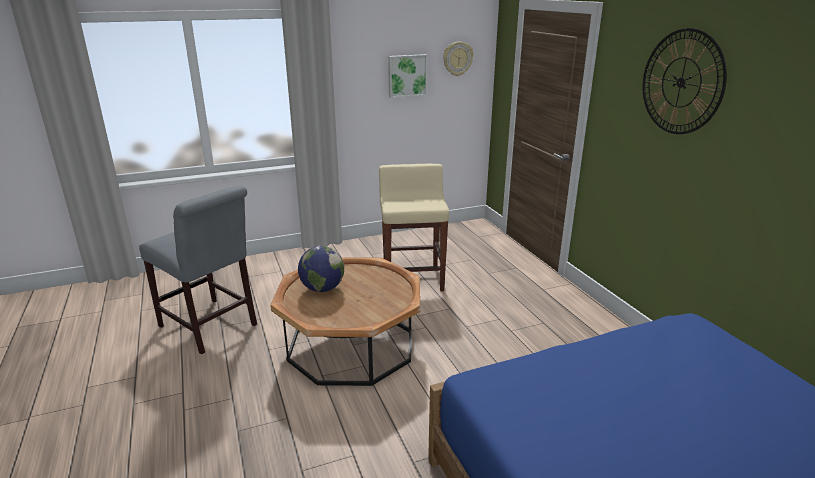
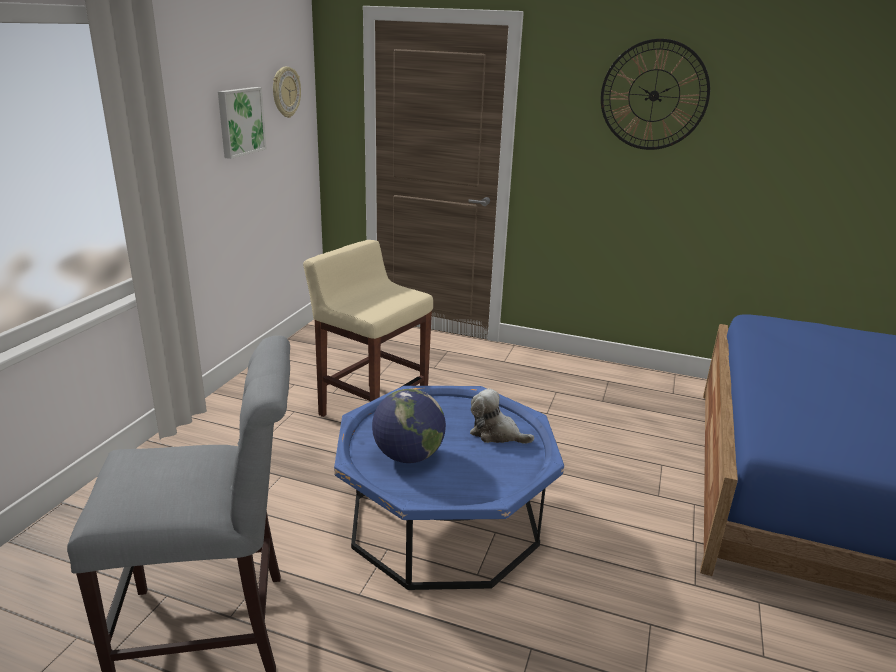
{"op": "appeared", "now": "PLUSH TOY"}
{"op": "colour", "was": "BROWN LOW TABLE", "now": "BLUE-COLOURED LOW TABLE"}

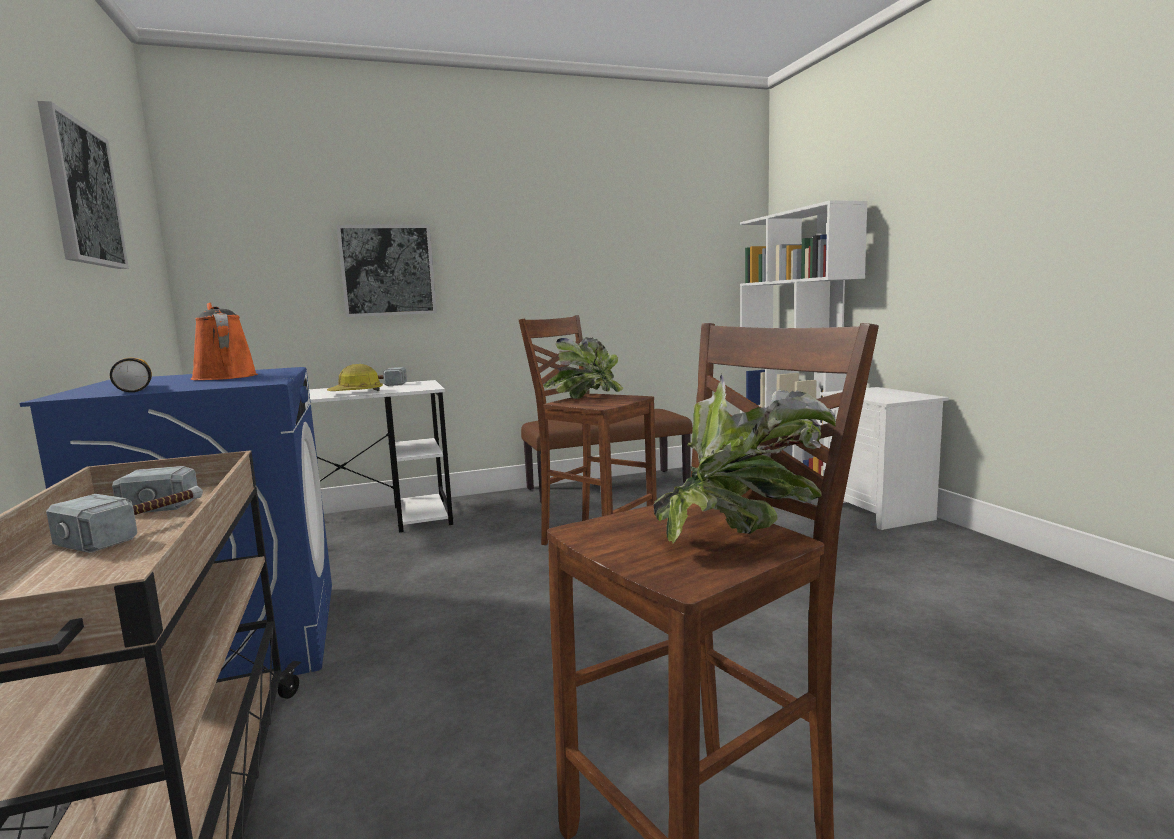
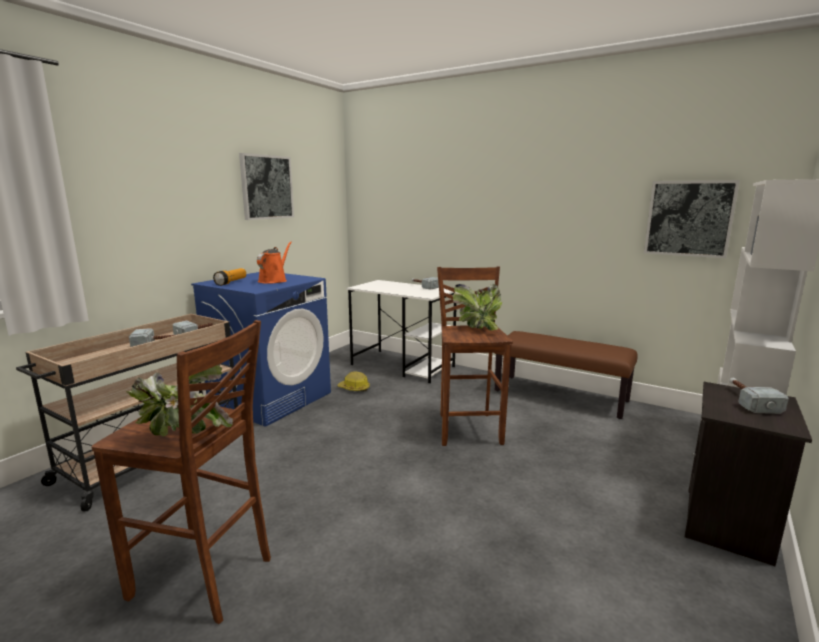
{"op": "appeared", "now": "HAMMER (no. 4 from left)"}
{"op": "relocated", "was": "WORK HELMET"}
{"op": "relocated", "was": "PICTURE (no. 2 from left)"}
{"op": "colour", "was": "WHITISH NIGHT TABLE", "now": "BLACK NIGHT TABLE"}

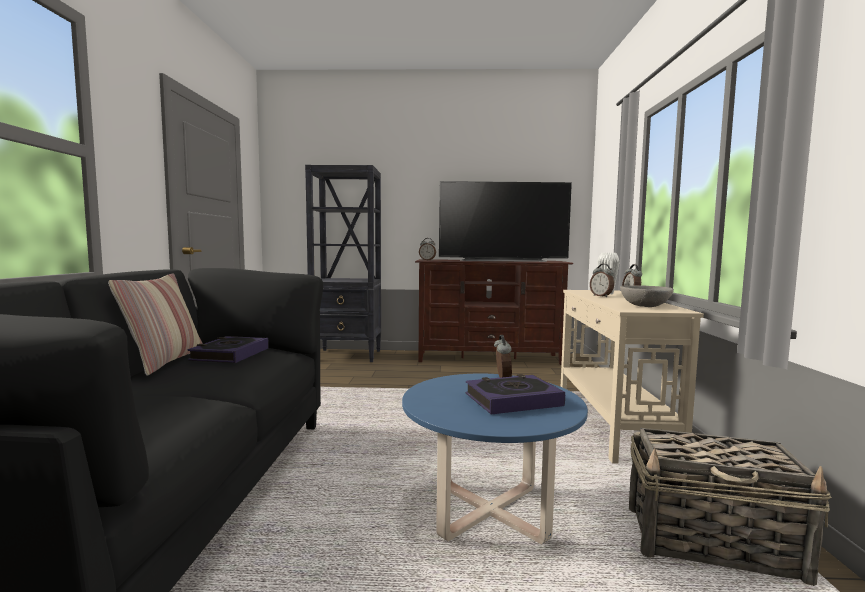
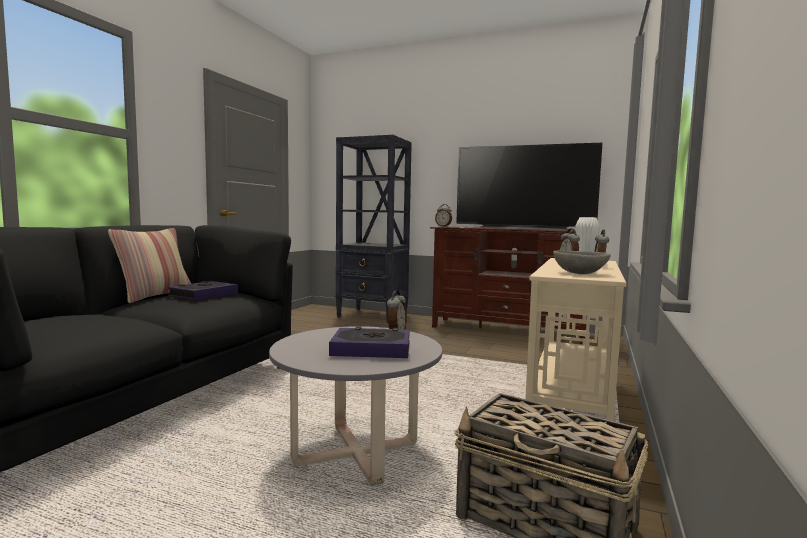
{"op": "colour", "was": "BLUE-COLOURED LOW TABLE", "now": "GREYISH LOW TABLE"}

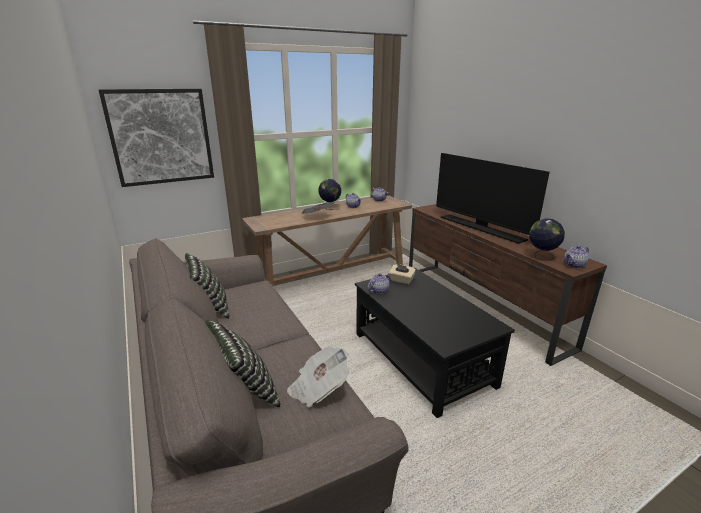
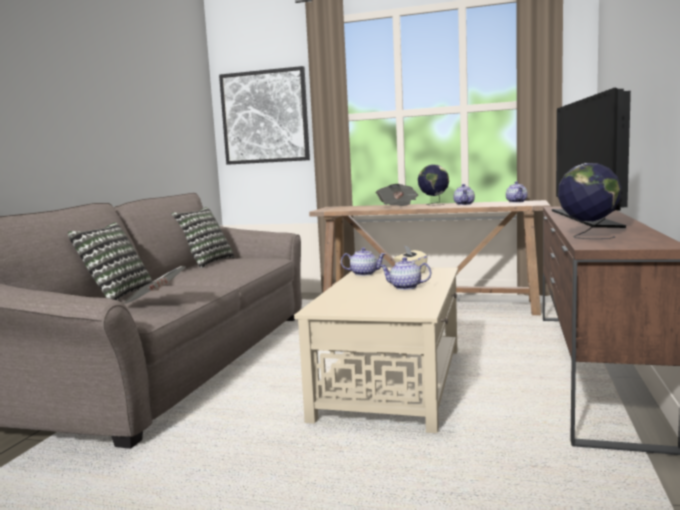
{"op": "relocated", "was": "TEA POT (no. 4 from left in the first image)", "now": "TEA POT (no. 2 from left)"}
{"op": "colour", "was": "BLACK LOW TABLE", "now": "BEIGE LOW TABLE"}

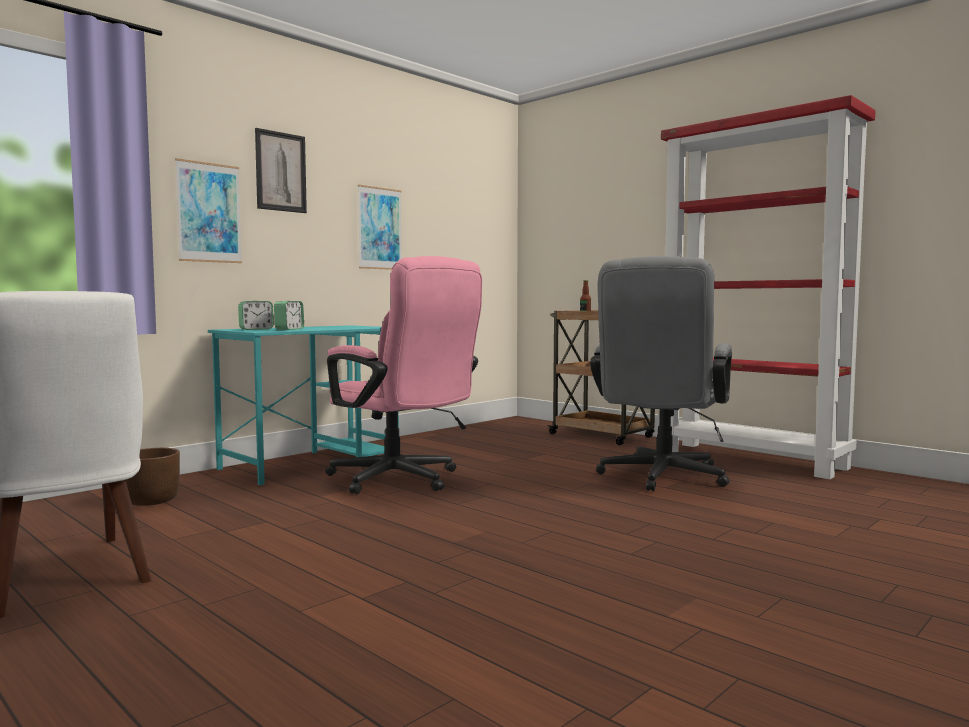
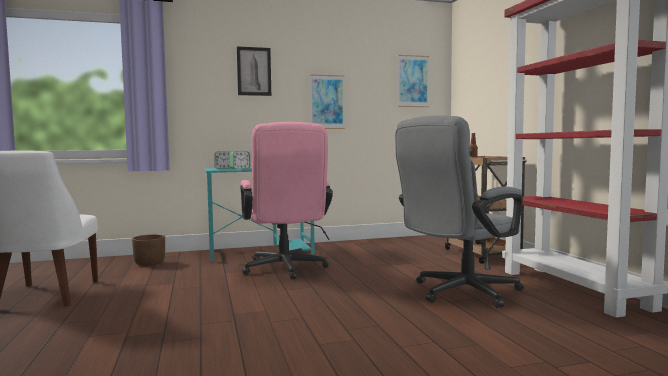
{"op": "relocated", "was": "PICTURE (no. 1 from left in the first image)", "now": "PICTURE (no. 3 from left)"}

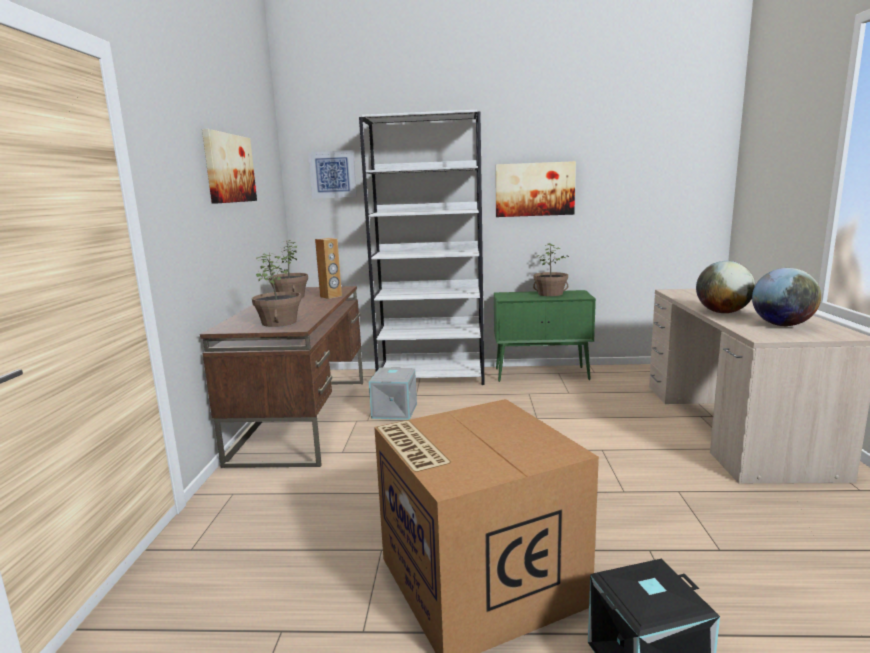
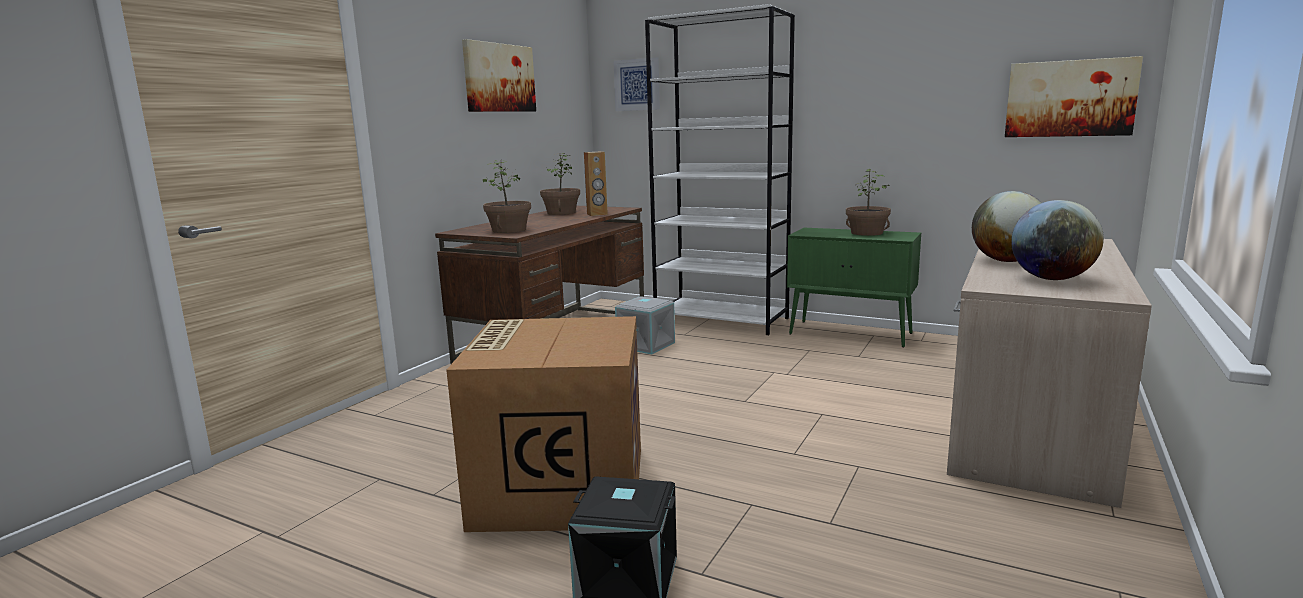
{"op": "relocated", "was": "PICTURE (no. 3 from left)"}

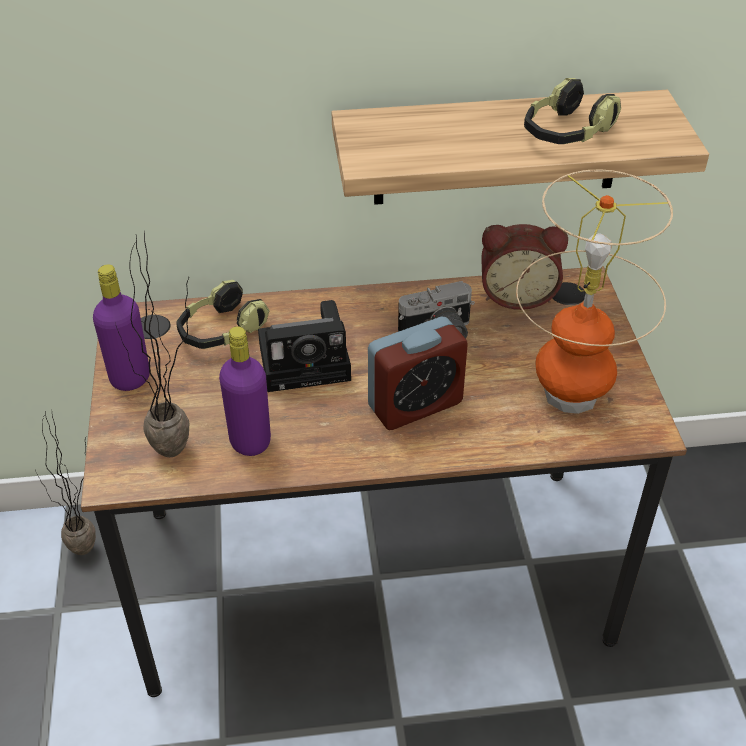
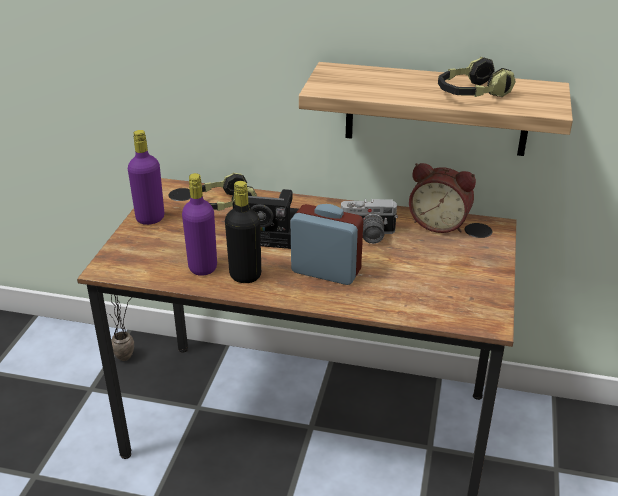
{"op": "missing", "was": "POTTED PLANT (no. 2 from left)"}
{"op": "missing", "was": "LAMP FOR A TABLE"}
{"op": "appeared", "now": "BLACK BEVERAGE BOTTLE"}
{"op": "spun", "was": "BEDSIDE CLOCK (no. 1 from left)", "clockwise": -150}

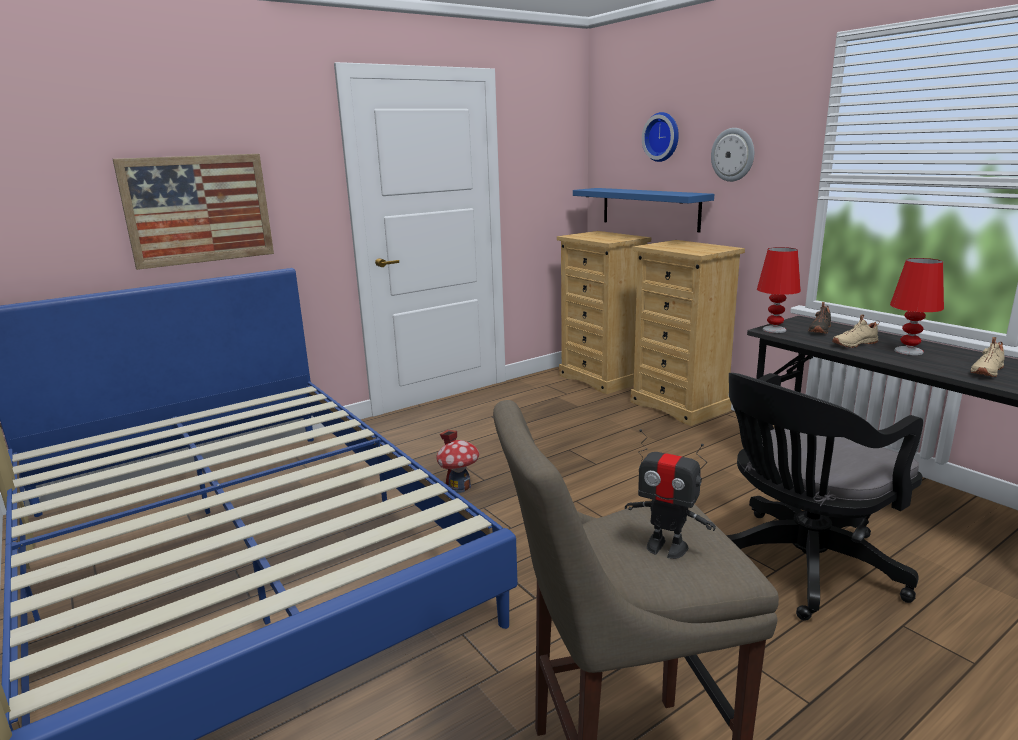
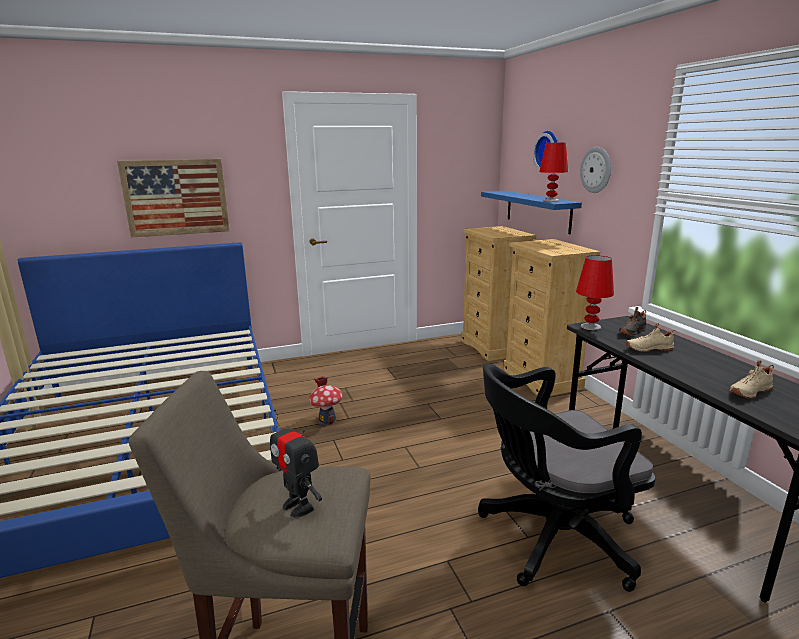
{"op": "relocated", "was": "RED-COLOURED LAMP FOR A TABLE (no. 2 from left in the first image)", "now": "RED-COLOURED LAMP FOR A TABLE (no. 1 from left)"}

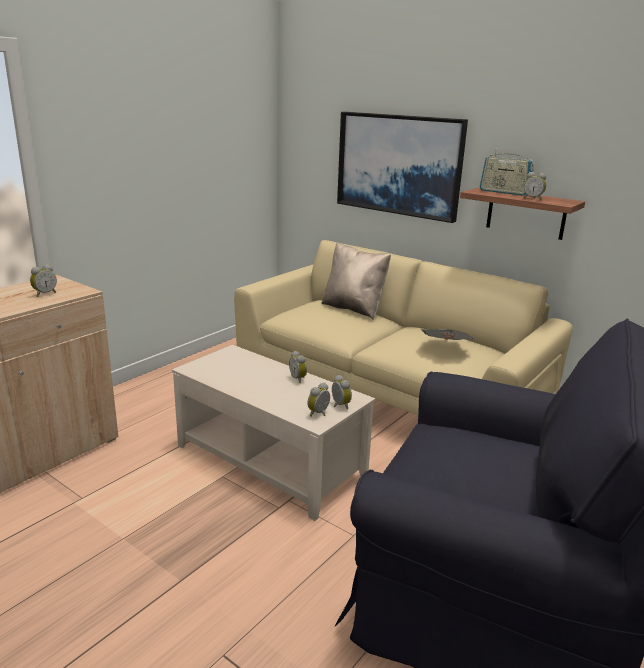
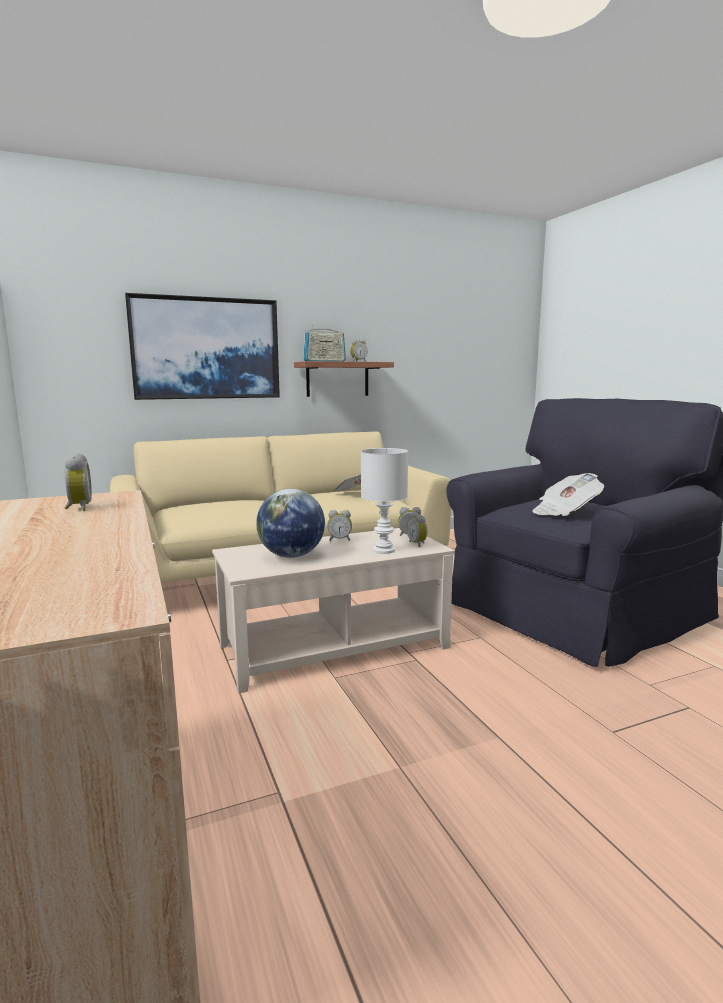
{"op": "missing", "was": "BEIGE PILLOW"}
{"op": "appeared", "now": "WORLD GLOBE"}
{"op": "appeared", "now": "WHITISH LAMP FOR A TABLE"}
{"op": "appeared", "now": "NEWSPAPER (no. 2 from left)"}

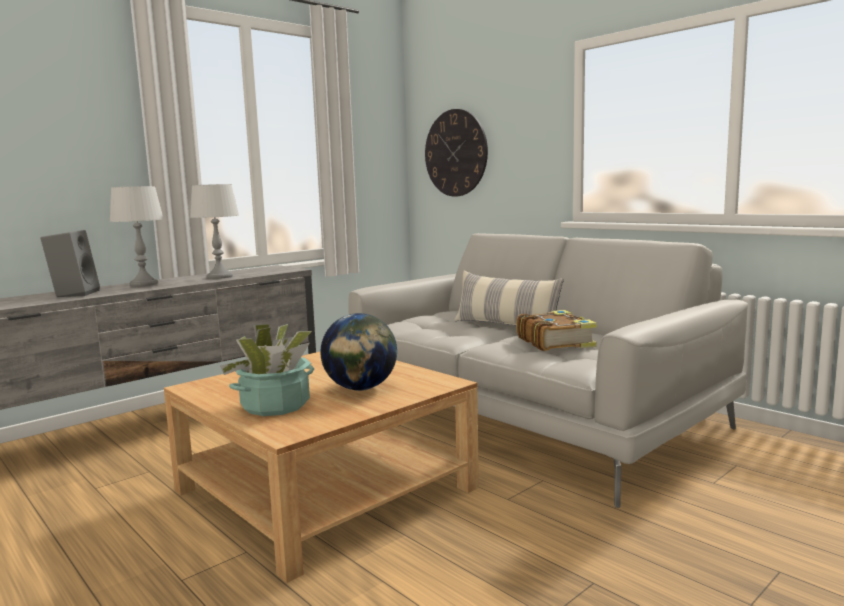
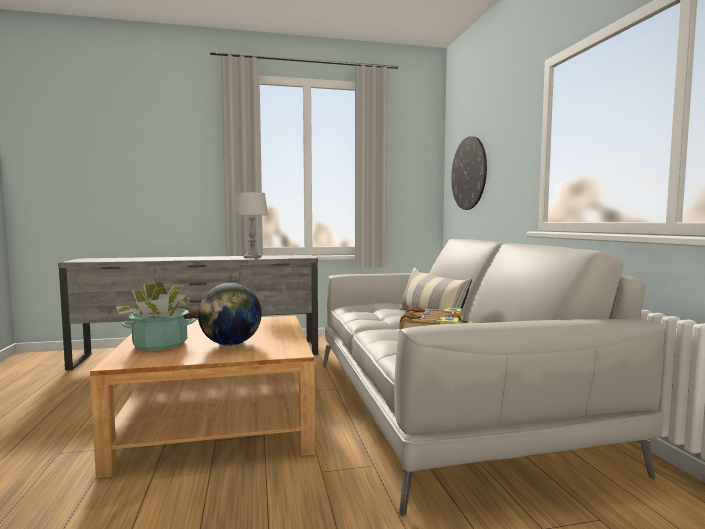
{"op": "missing", "was": "GREYISH LOUDSPEAKER"}
{"op": "missing", "was": "GREYISH LAMP FOR A TABLE (no. 1 from left)"}

